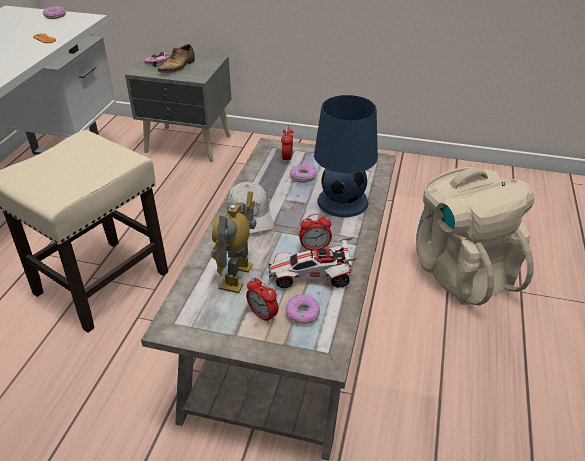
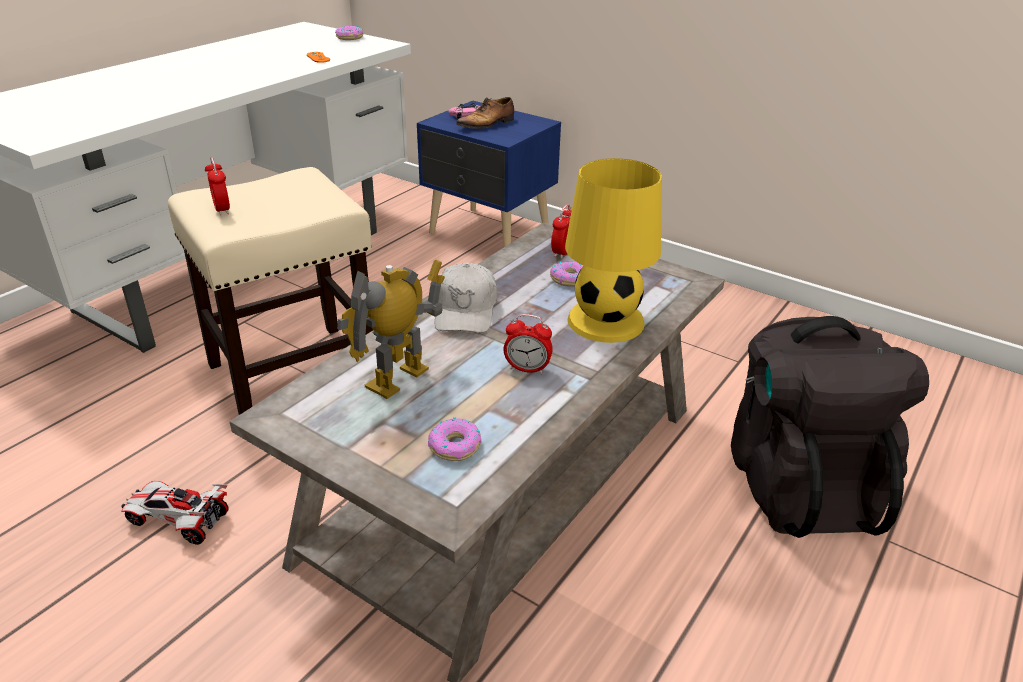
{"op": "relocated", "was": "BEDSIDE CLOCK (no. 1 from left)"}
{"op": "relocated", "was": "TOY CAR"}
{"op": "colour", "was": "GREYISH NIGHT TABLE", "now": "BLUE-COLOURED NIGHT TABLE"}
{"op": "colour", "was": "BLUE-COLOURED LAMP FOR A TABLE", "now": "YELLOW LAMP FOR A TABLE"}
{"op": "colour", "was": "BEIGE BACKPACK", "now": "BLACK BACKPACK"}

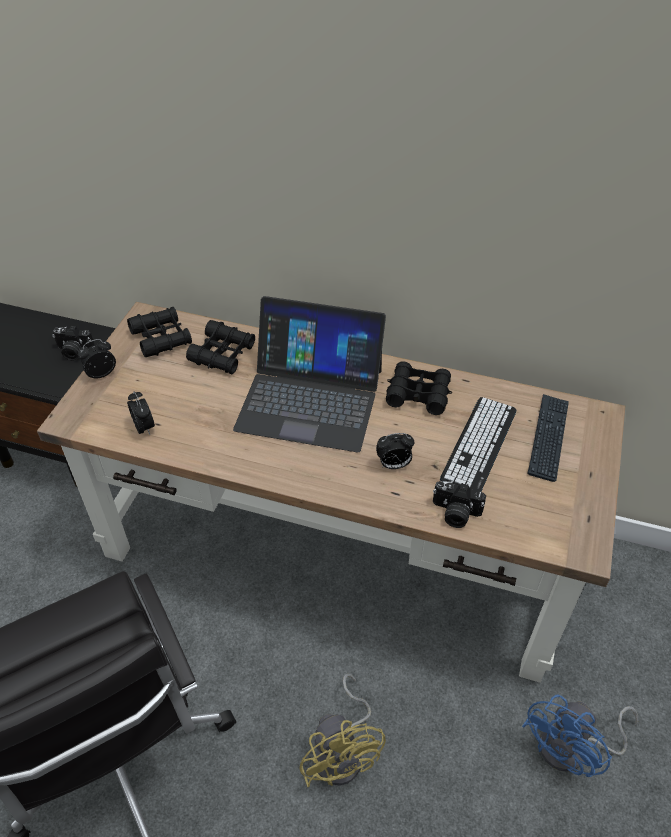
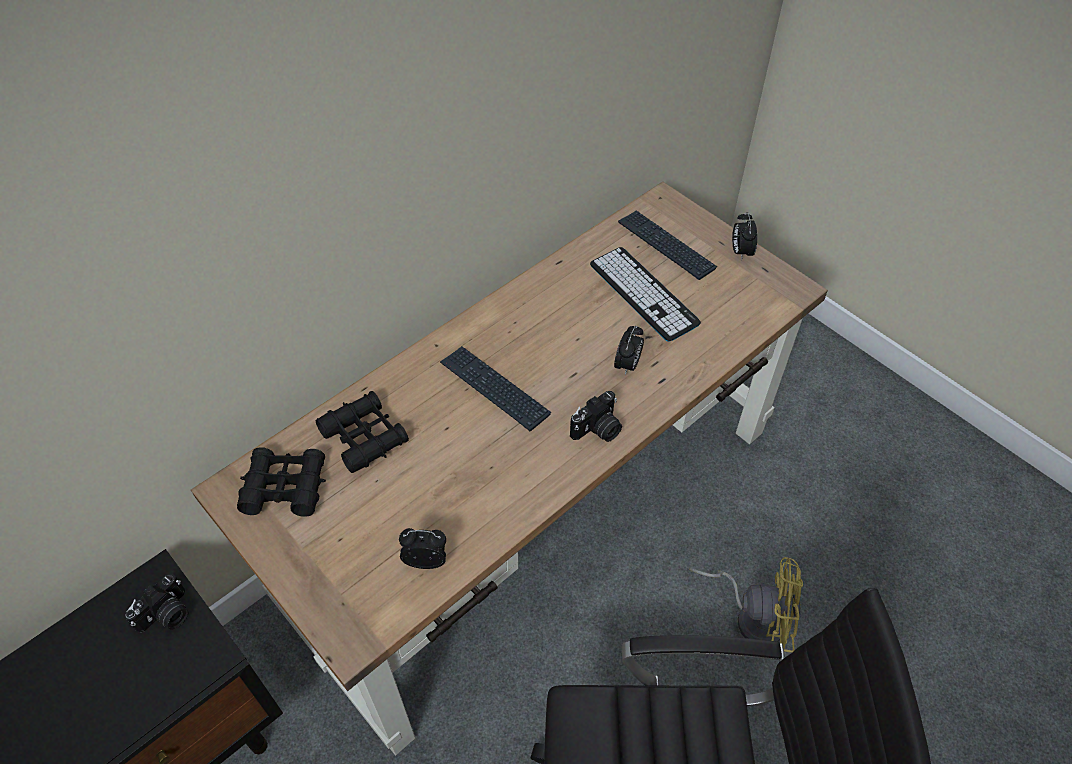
{"op": "missing", "was": "BLACK PAIR OF BINOCULARS (no. 3 from left)"}
{"op": "missing", "was": "BLUE-COLOURED FAN"}
{"op": "relocated", "was": "BEDSIDE CLOCK (no. 1 from left in the first image)", "now": "BEDSIDE CLOCK (no. 3 from left)"}
{"op": "relocated", "was": "STILL CAMERA (no. 2 from left)"}
{"op": "exchanged", "was": "NOTEBOOK COMPUTER", "now": "COMPUTER KEYBOARD (no. 1 from left)"}

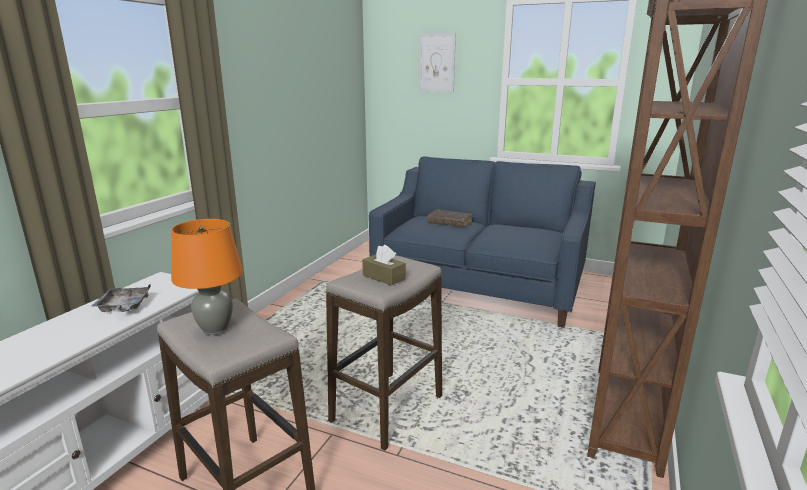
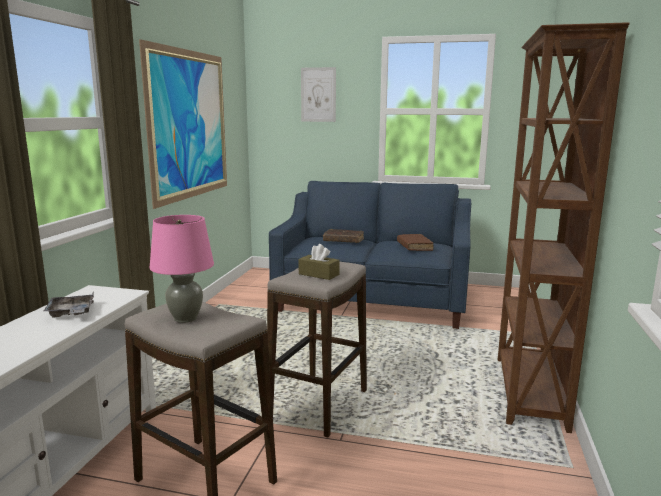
{"op": "appeared", "now": "PICTURE (no. 1 from left)"}
{"op": "appeared", "now": "BROWN BOUND BOOK (no. 2 from left)"}
{"op": "colour", "was": "ORANGE LAMP FOR A TABLE", "now": "PINK-COLOURED LAMP FOR A TABLE"}

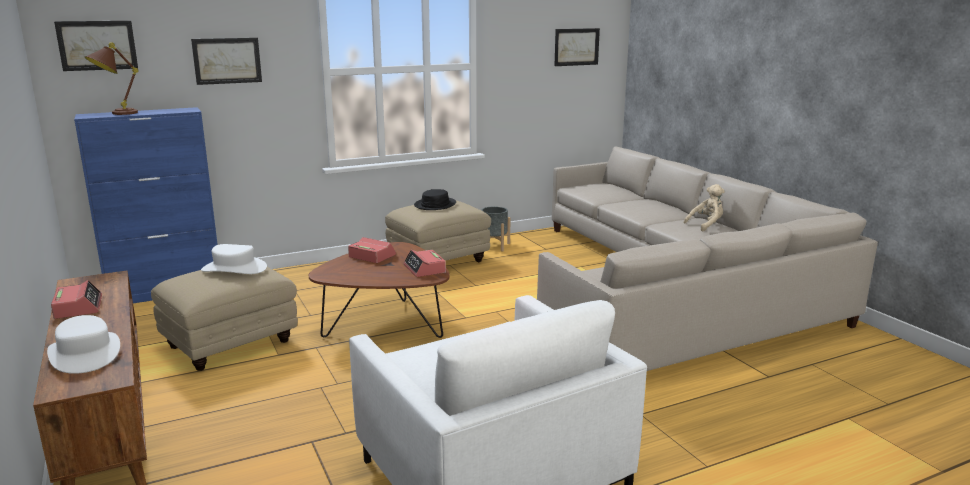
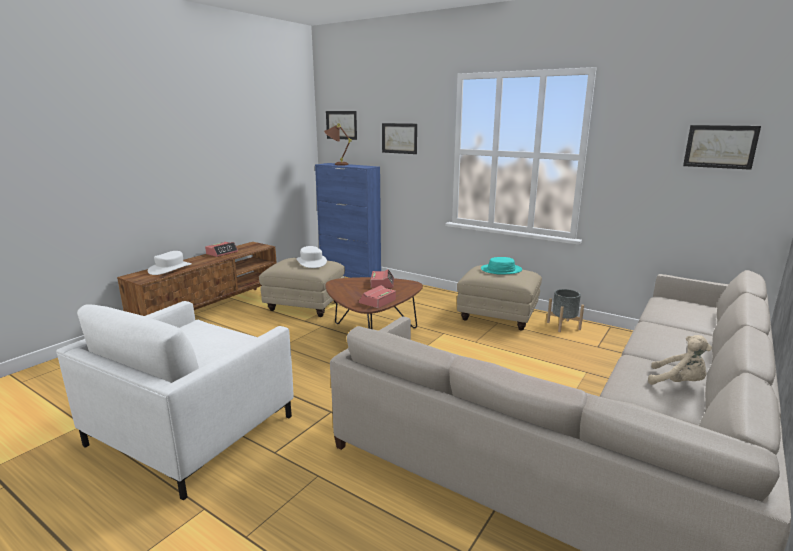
{"op": "colour", "was": "BLACK CLOTHING HAT", "now": "TURQUOISE CLOTHING HAT"}

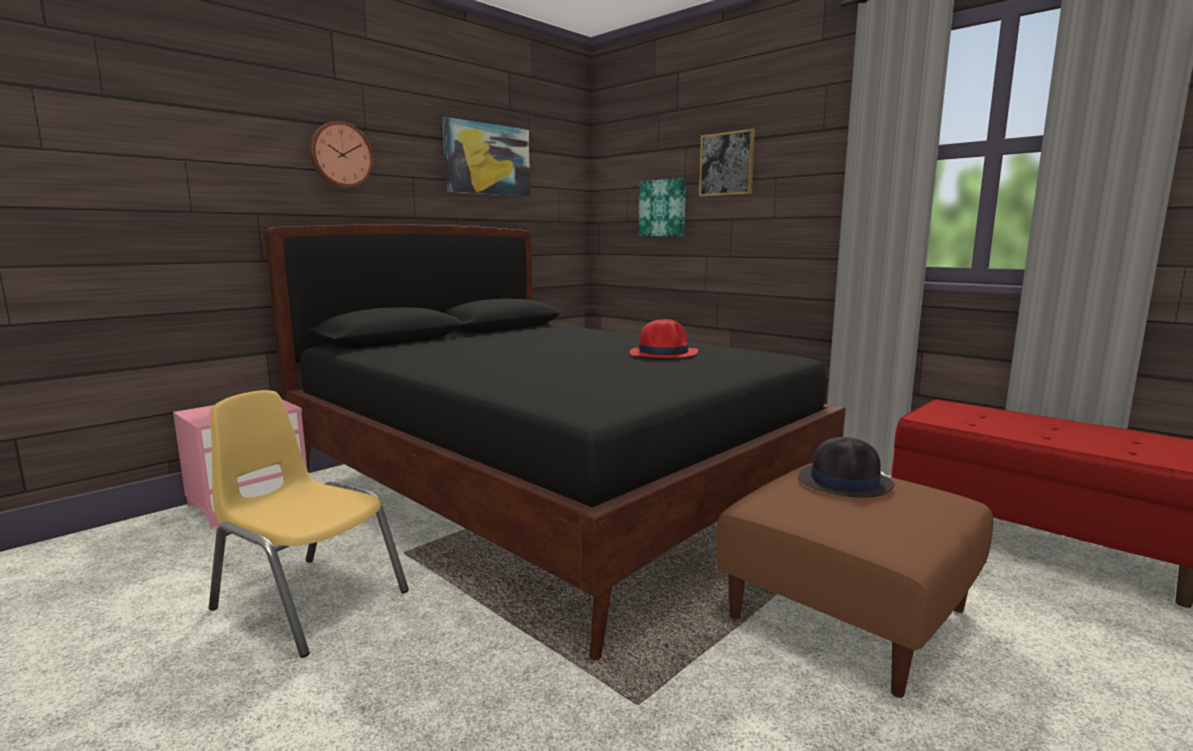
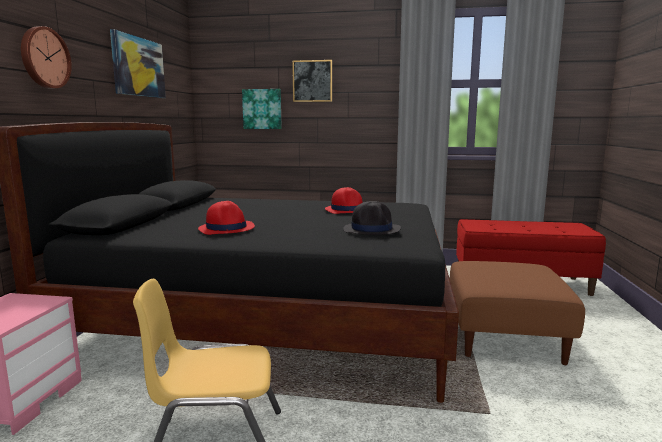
{"op": "appeared", "now": "RED-COLOURED CLOTHING HAT (no. 1 from left)"}
{"op": "relocated", "was": "BLACK CLOTHING HAT"}

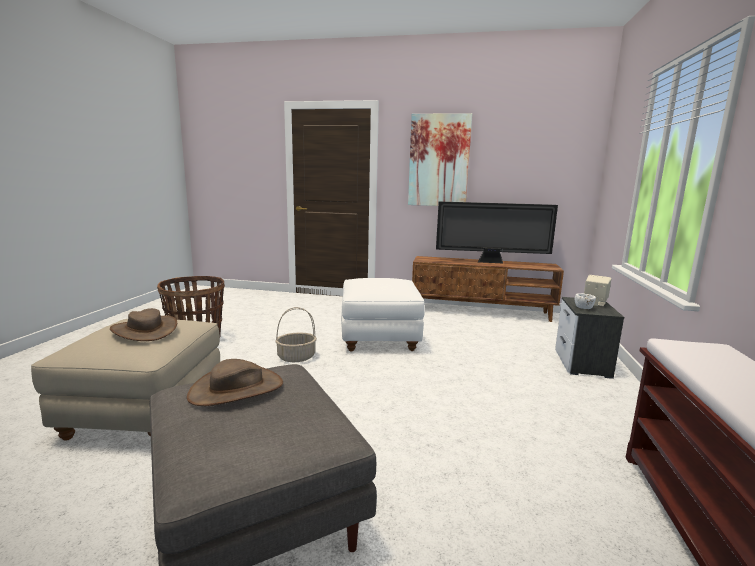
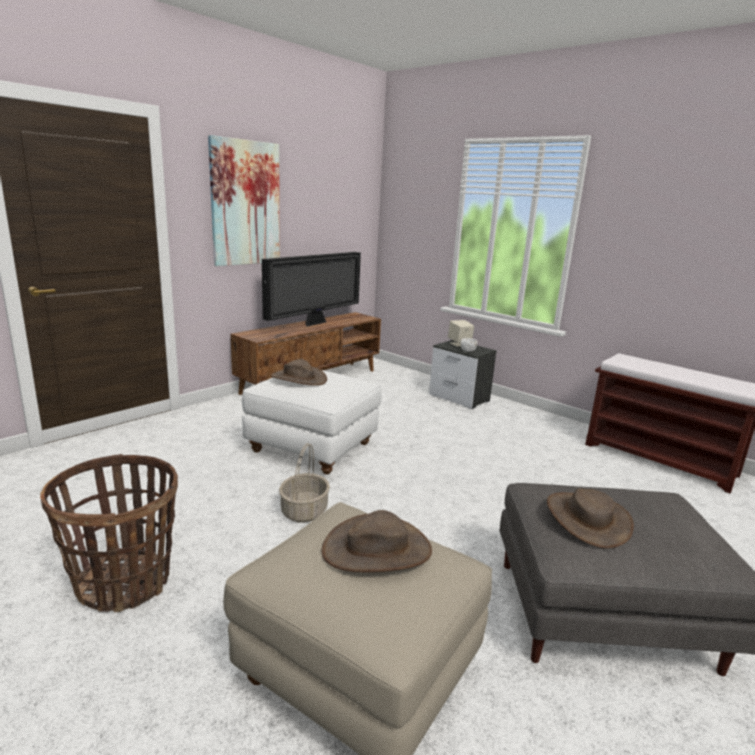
{"op": "appeared", "now": "BROWN CLOTHING HAT (no. 1 from left)"}

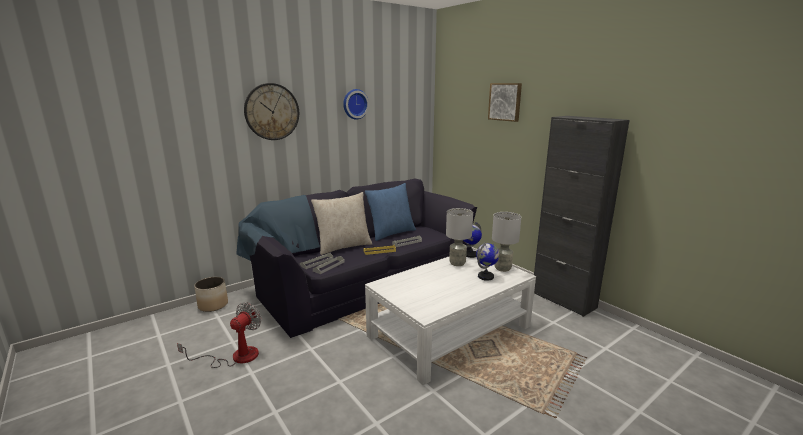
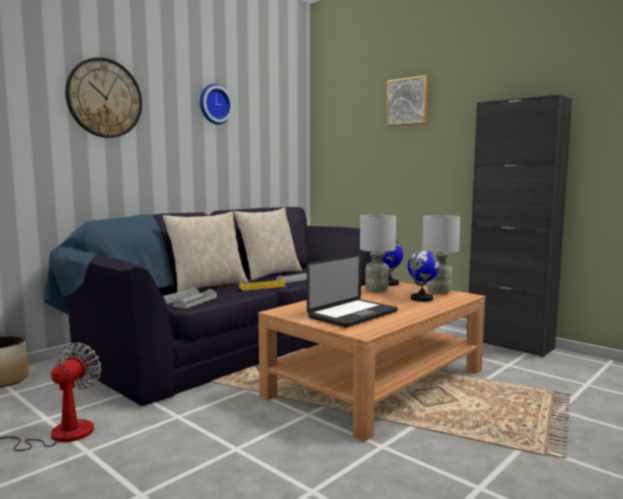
{"op": "appeared", "now": "NOTEBOOK COMPUTER"}
{"op": "colour", "was": "BLUE-COLOURED PILLOW", "now": "BEIGE PILLOW (no. 2 from left)"}
{"op": "colour", "was": "WHITISH LOW TABLE", "now": "BROWN LOW TABLE"}

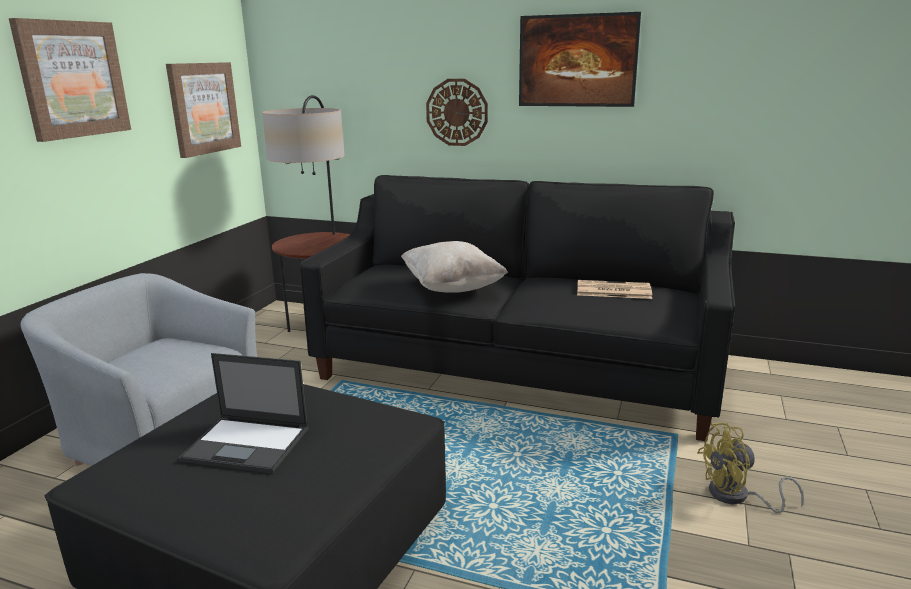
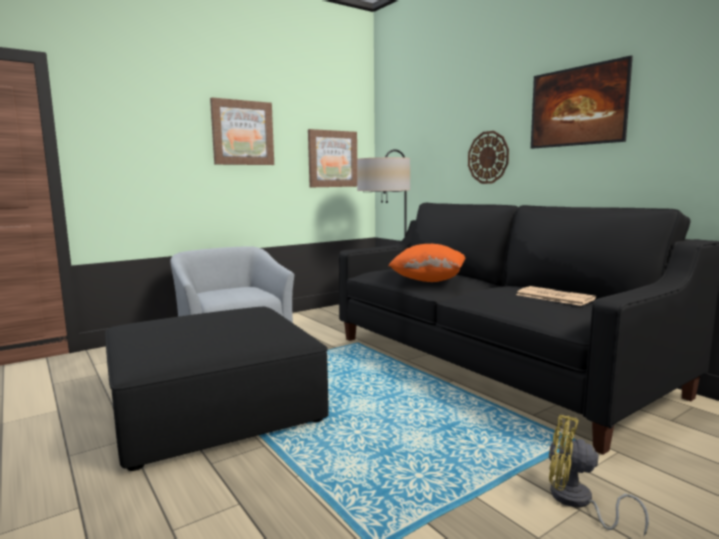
{"op": "missing", "was": "NOTEBOOK COMPUTER"}
{"op": "colour", "was": "BEIGE PILLOW", "now": "ORANGE PILLOW"}

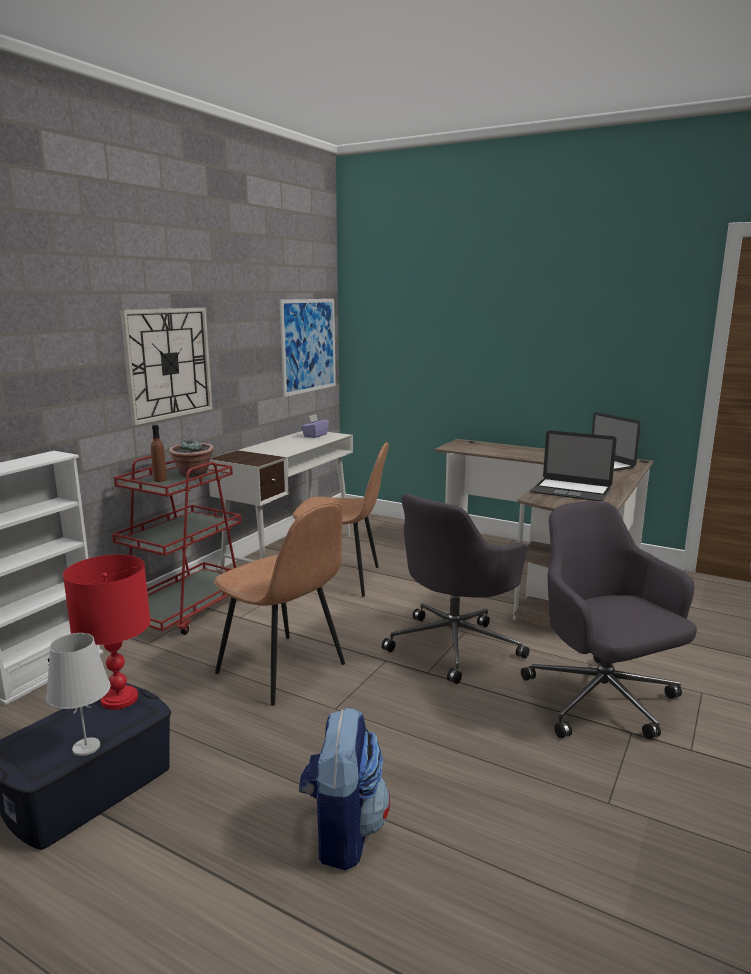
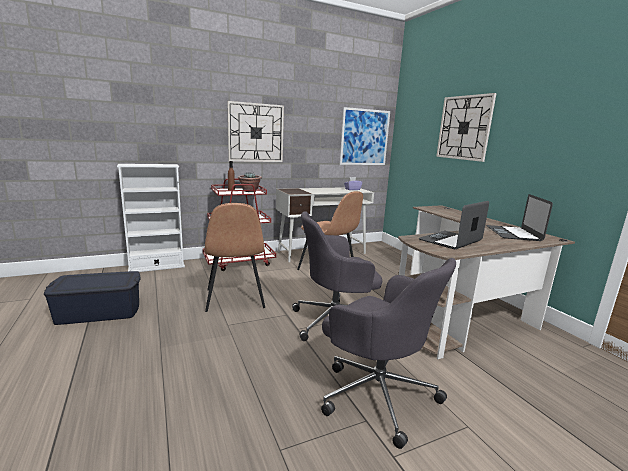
{"op": "missing", "was": "WHITISH LAMP FOR A TABLE"}
{"op": "missing", "was": "RED-COLOURED LAMP FOR A TABLE"}
{"op": "missing", "was": "BACKPACK"}
{"op": "appeared", "now": "HANGING CLOCK (no. 2 from left)"}
{"op": "spun", "was": "GREYISH COMPUTER CHAIR (no. 2 from left)", "clockwise": 120}
{"op": "spun", "was": "NOTEBOOK COMPUTER (no. 1 from left)", "clockwise": 75}

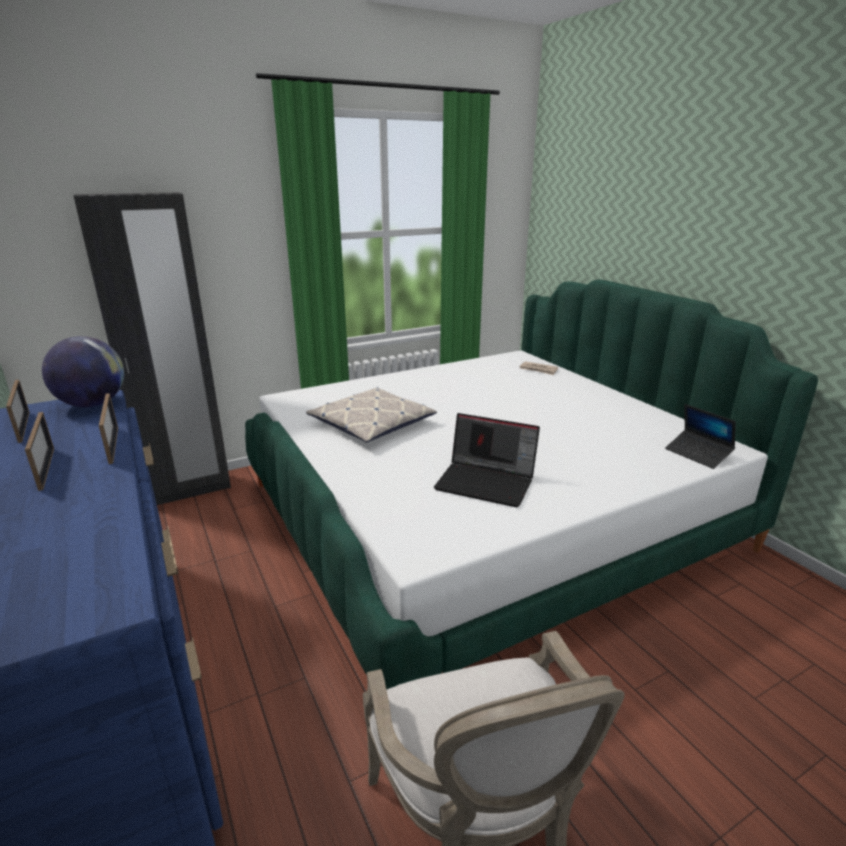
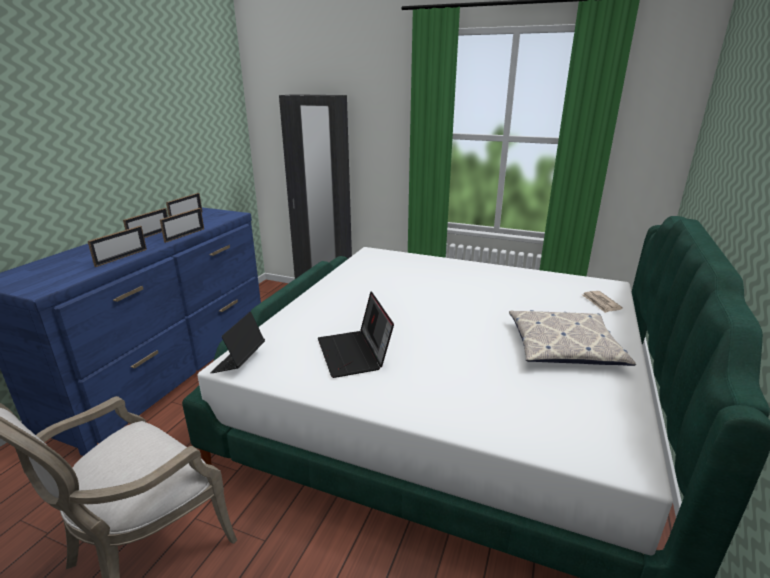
{"op": "missing", "was": "WORLD GLOBE"}
{"op": "appeared", "now": "PHOTO FRAME (no. 1 from left)"}
{"op": "relocated", "was": "PILLOW"}
{"op": "relocated", "was": "NOTEBOOK COMPUTER (no. 2 from left in the first image)", "now": "NOTEBOOK COMPUTER (no. 1 from left)"}

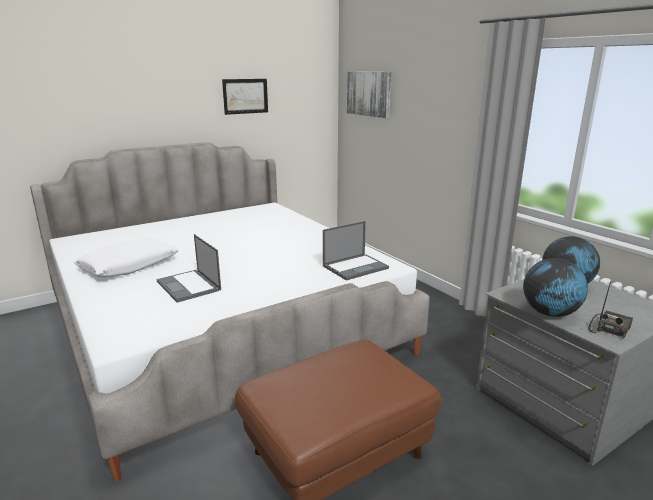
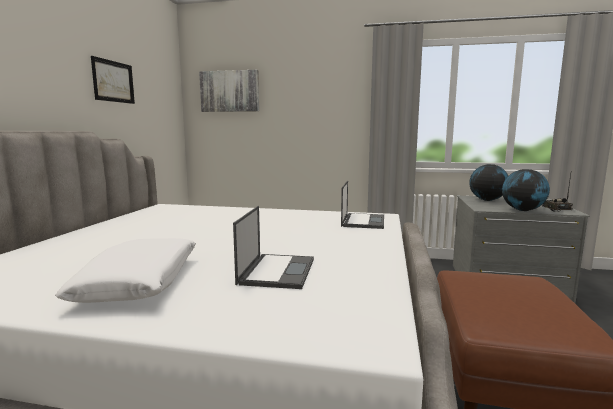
{"op": "spun", "was": "NOTEBOOK COMPUTER (no. 1 from left)", "clockwise": -90}

